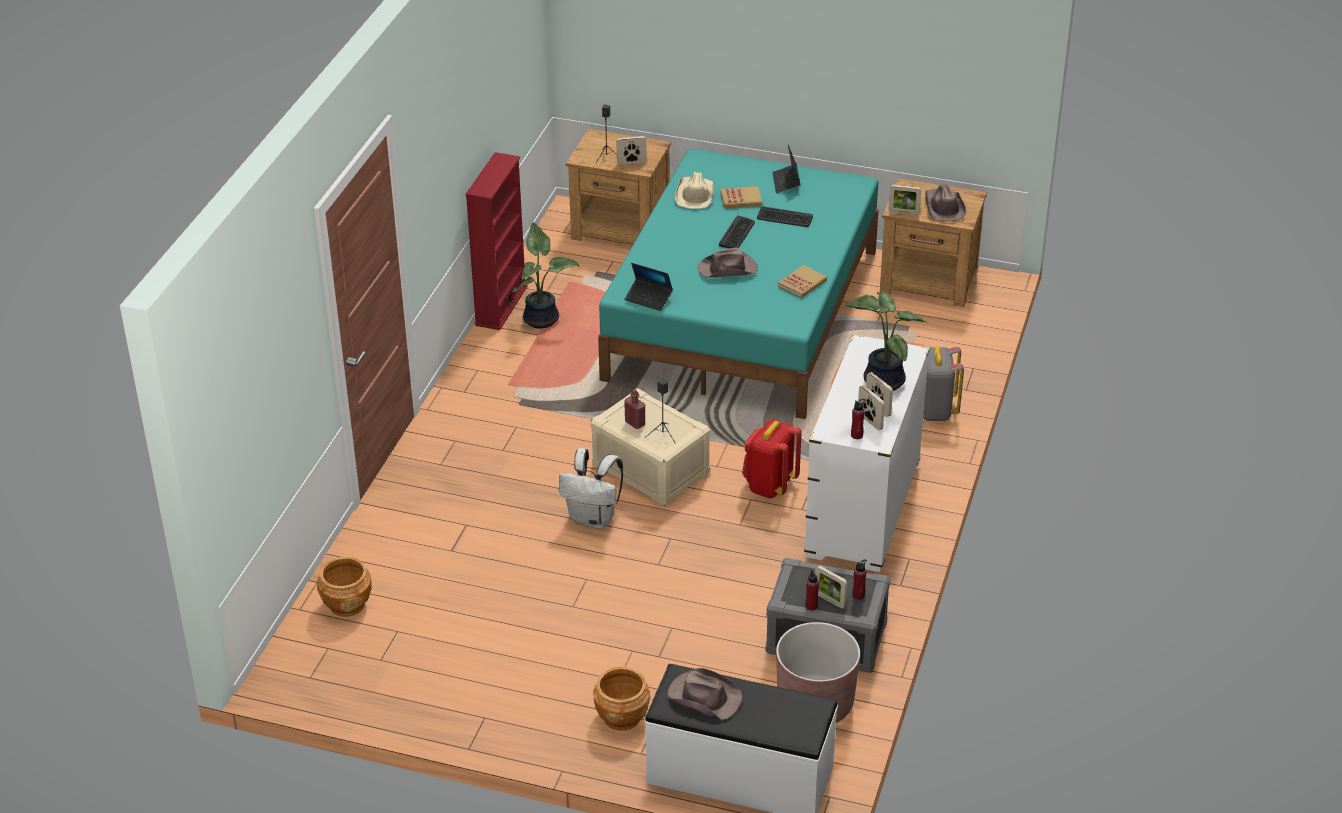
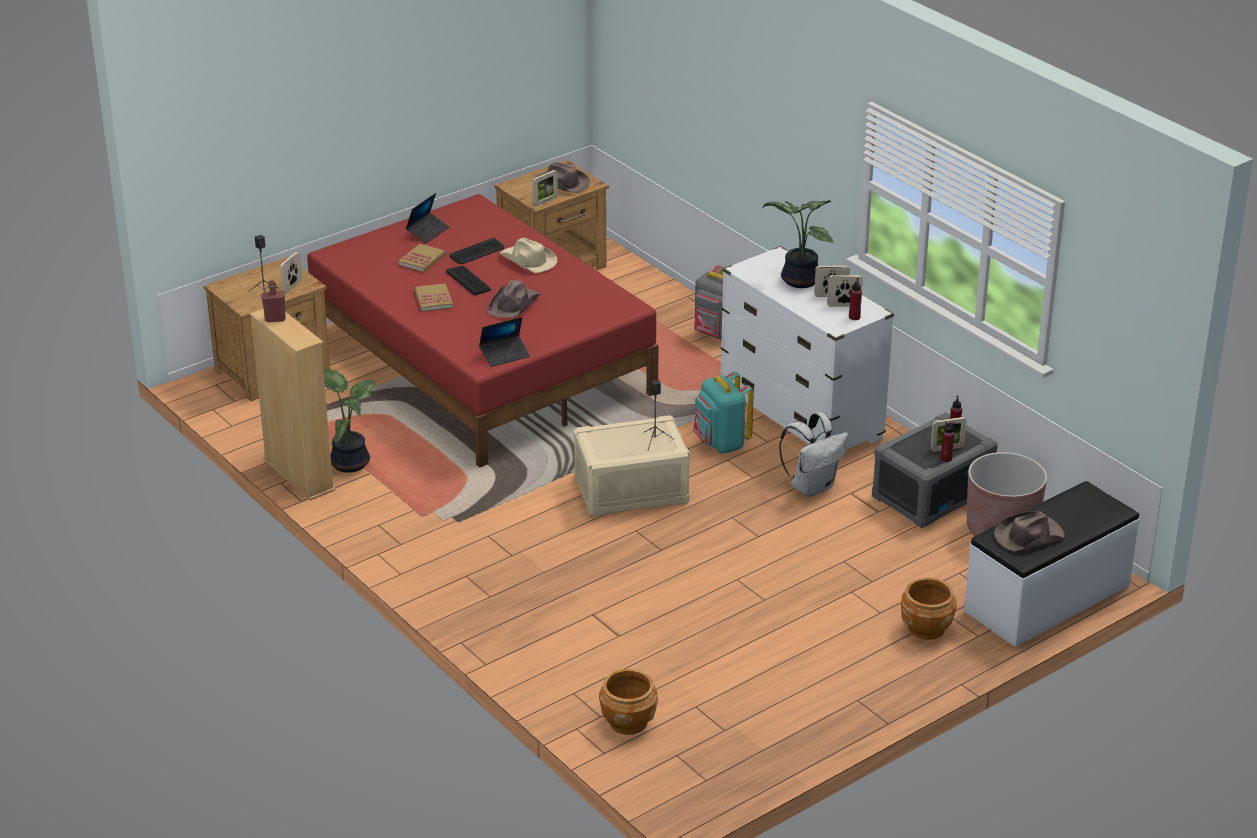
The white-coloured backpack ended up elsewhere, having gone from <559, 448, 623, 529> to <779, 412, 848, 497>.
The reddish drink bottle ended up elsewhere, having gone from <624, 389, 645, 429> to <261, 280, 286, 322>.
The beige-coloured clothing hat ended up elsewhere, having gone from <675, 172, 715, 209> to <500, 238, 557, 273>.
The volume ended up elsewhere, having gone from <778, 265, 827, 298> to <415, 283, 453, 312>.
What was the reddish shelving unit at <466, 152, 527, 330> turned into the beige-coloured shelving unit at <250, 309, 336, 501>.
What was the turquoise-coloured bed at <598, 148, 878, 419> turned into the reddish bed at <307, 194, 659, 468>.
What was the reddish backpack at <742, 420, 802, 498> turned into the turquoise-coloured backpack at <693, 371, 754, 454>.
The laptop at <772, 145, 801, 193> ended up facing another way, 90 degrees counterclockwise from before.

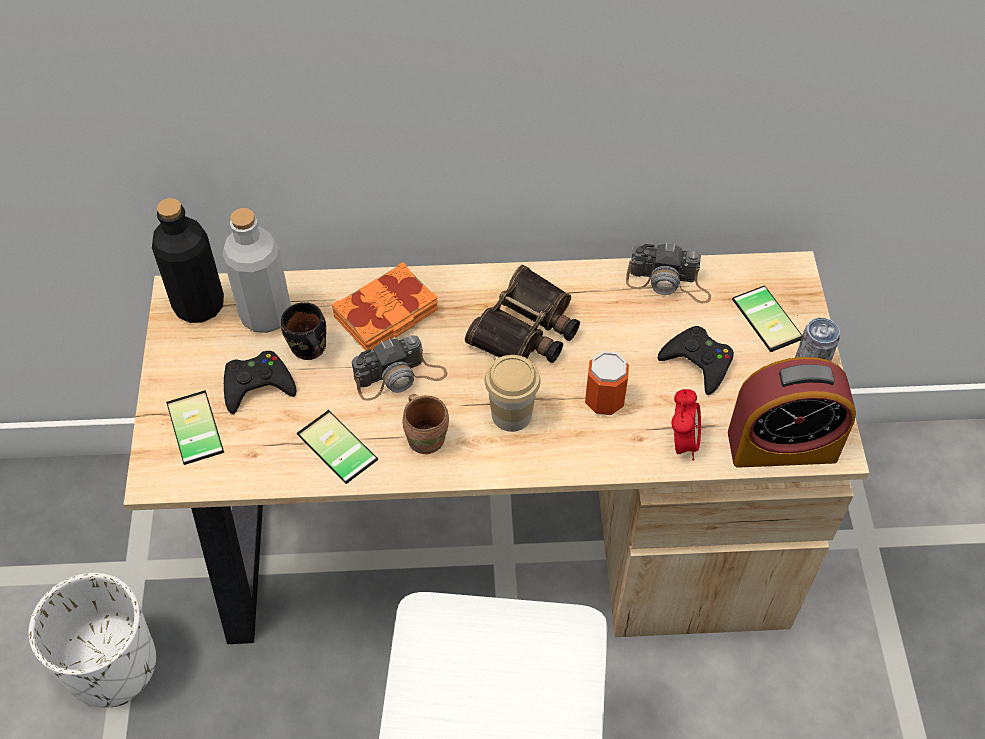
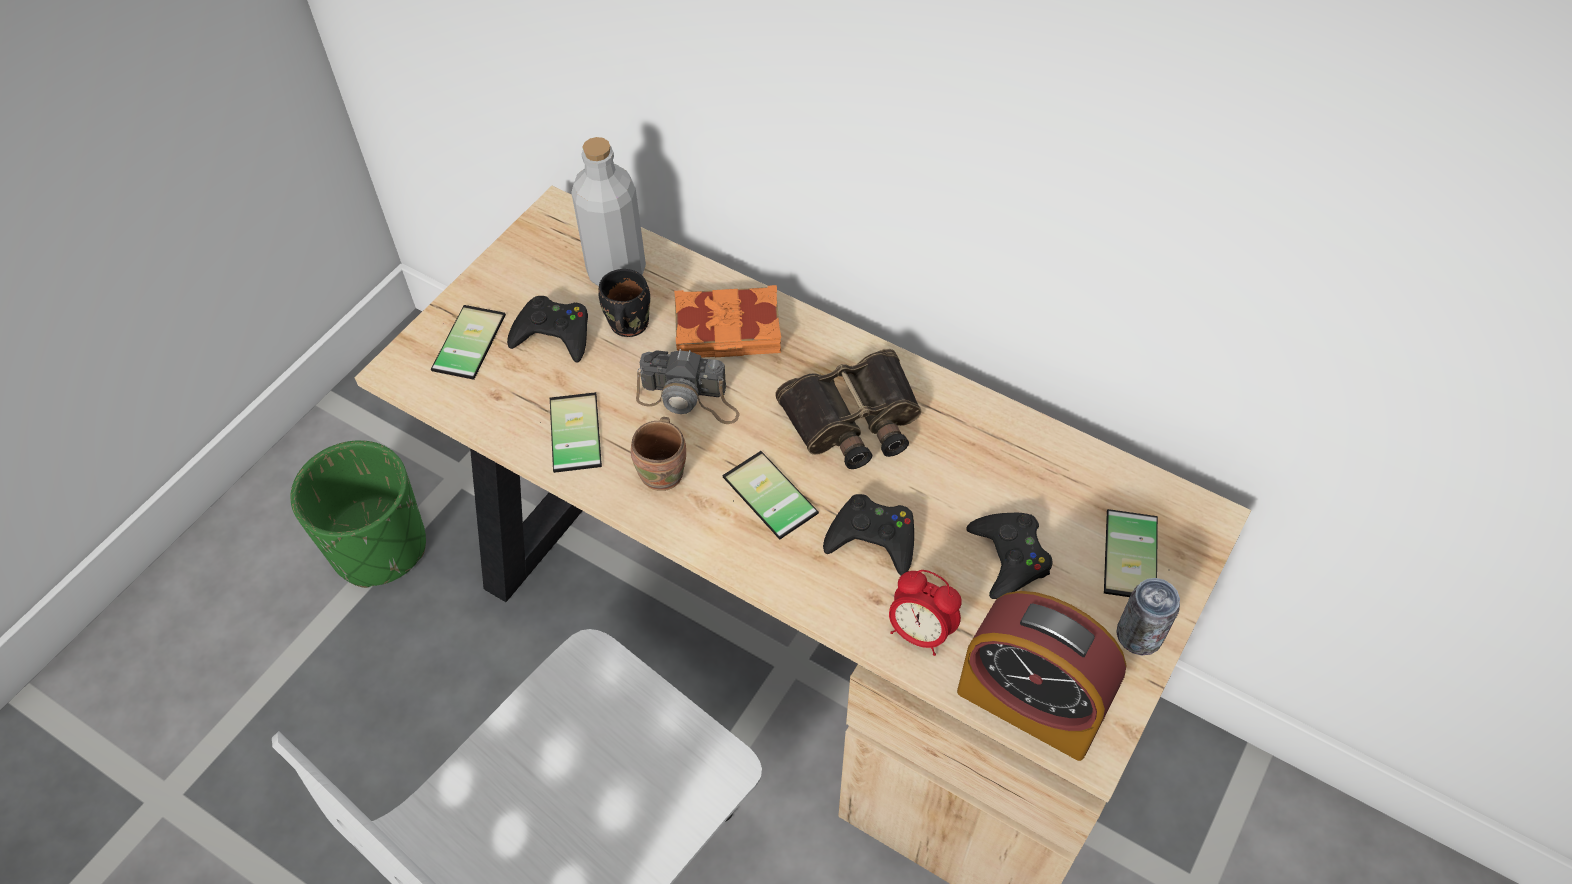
The second view lost the black-coloured drink bottle at <152, 198, 224, 323>.
The second view lost the photo camera at <626, 243, 711, 304>.
Where the small cup stood at <484, 355, 541, 432>, the telephone came to stand at <723, 451, 819, 540>.
Where the sealed can stood at <585, 351, 629, 415>, the black-coloured joypad came to stand at <823, 494, 914, 576>.
What was the white-coloured plant pot at <29, 573, 156, 707> turned into the green-coloured plant pot at <290, 440, 426, 588>.
The alarm clock at <672, 389, 701, 461> ended up facing another way, 75 degrees clockwise from before.

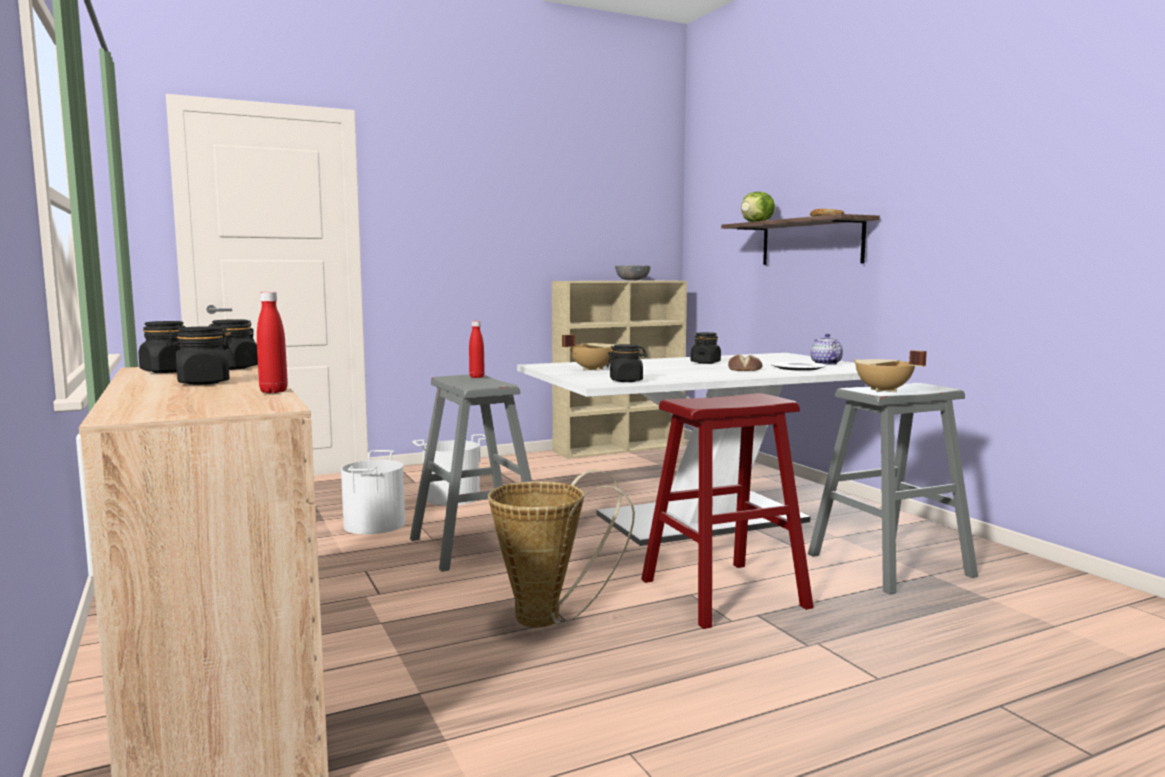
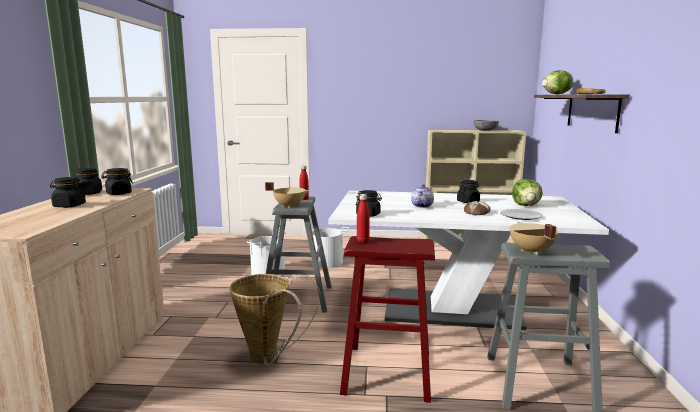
The second view gained the lettuce head at <512, 179, 543, 206>.
The reddish drink bottle ended up elsewhere, having gone from <257, 291, 288, 393> to <357, 194, 370, 243>.
The beige-coloured saucepot ended up elsewhere, having gone from <562, 334, 617, 371> to <265, 182, 310, 208>.
The tea pot ended up elsewhere, having gone from <810, 334, 843, 365> to <411, 184, 434, 208>.

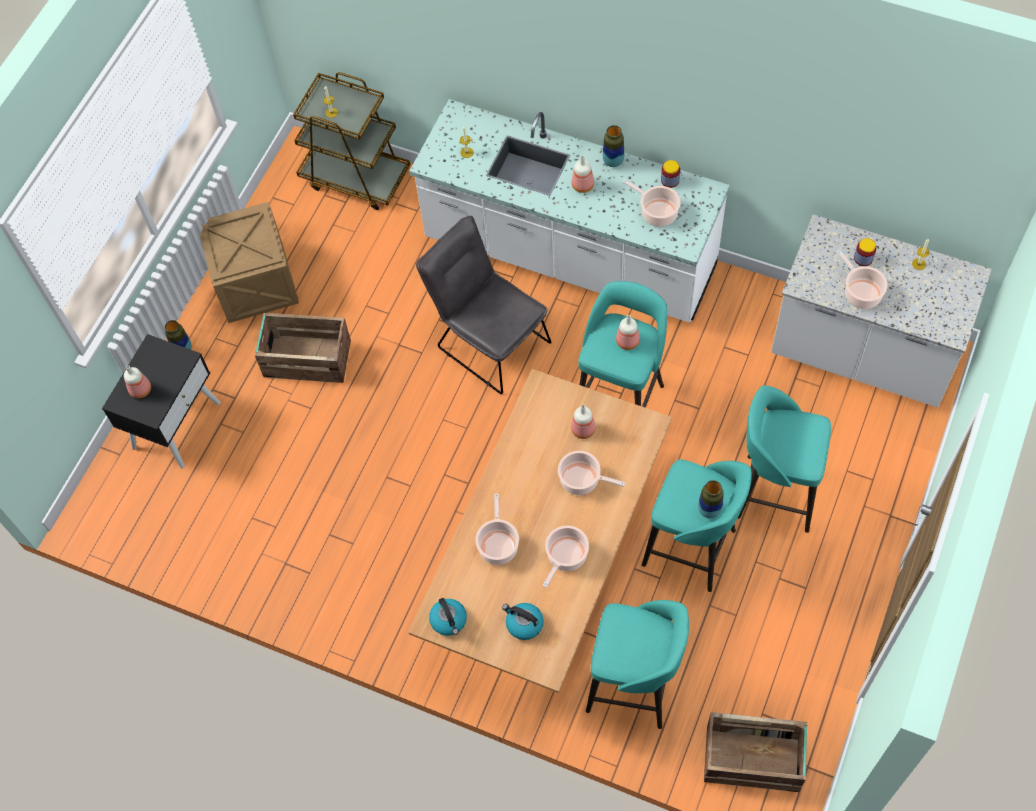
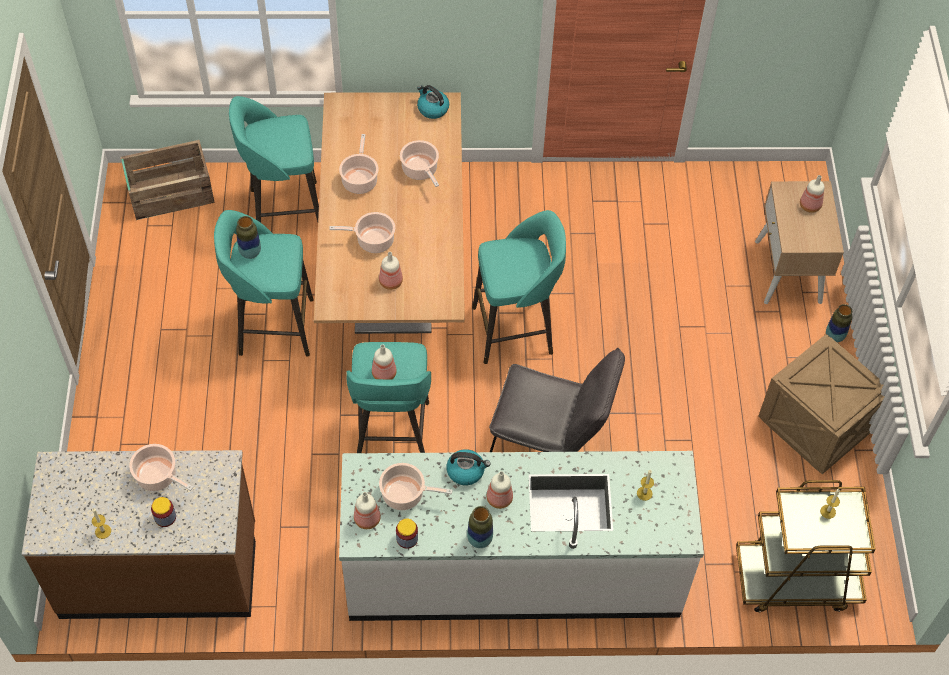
The second view lost the crate at <255, 313, 351, 383>.
The second view gained the drink bottle at <354, 492, 381, 529>.
The tea kettle ended up elsewhere, having gone from <502, 603, 544, 640> to <446, 449, 491, 485>.
The turquoise-coloured stool seat ended up elsewhere, having gone from <738, 385, 831, 533> to <472, 210, 566, 364>.
What was the black-coloured nightstand at <102, 334, 221, 468> turned into the beige-coloured nightstand at <755, 181, 844, 304>.
What was the white-coloured kitchen counter at <771, 214, 992, 408> turned into the brown kitchen counter at <22, 450, 256, 619>.

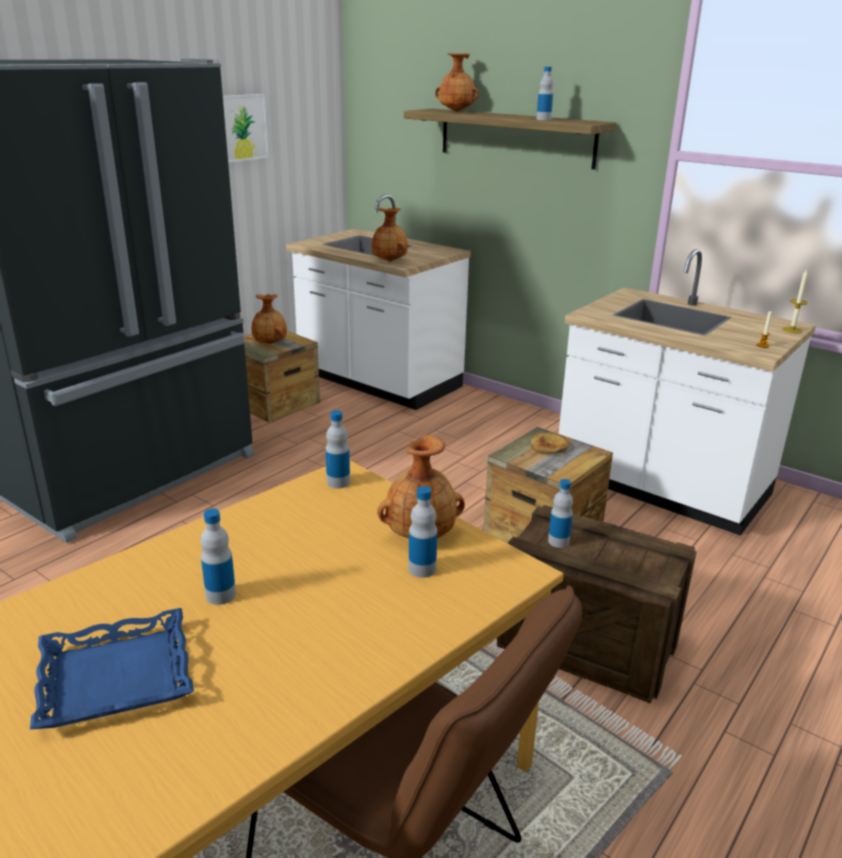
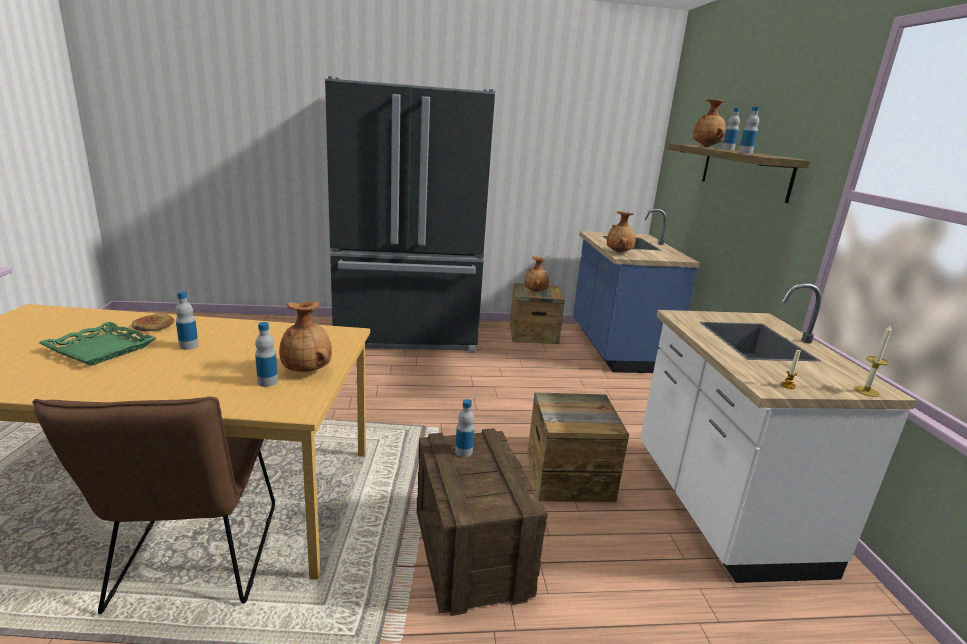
The second view lost the wall art at <223, 94, 269, 163>.
The drink bottle ended up elsewhere, having gone from <326, 410, 350, 489> to <722, 108, 740, 150>.
The bread ended up elsewhere, having gone from <530, 433, 569, 454> to <132, 314, 174, 331>.
What was the blue carrying tray at <30, 608, 194, 729> turned into the green-coloured carrying tray at <39, 322, 156, 366>.
What was the white-coloured kitchen counter at <286, 194, 471, 410> turned into the blue kitchen counter at <573, 209, 700, 373>.

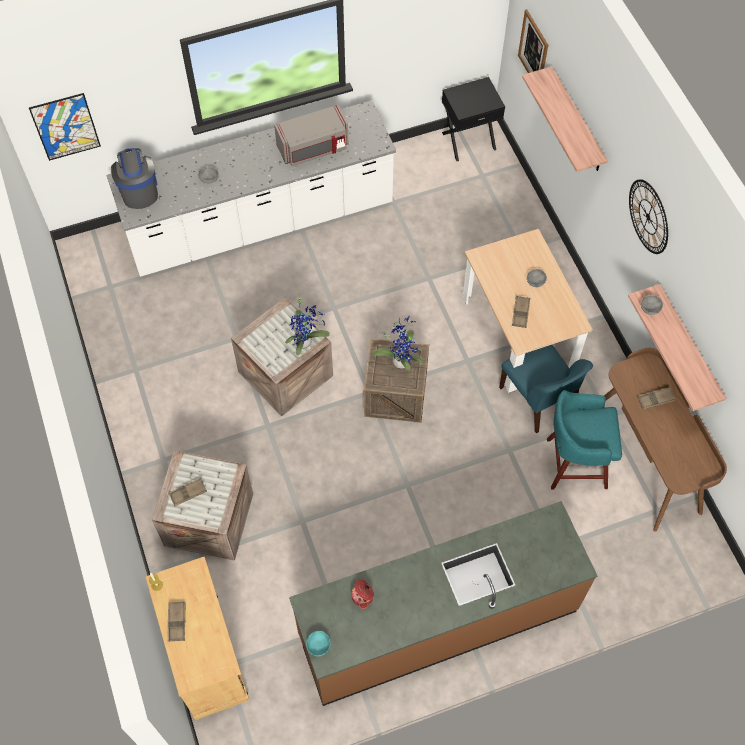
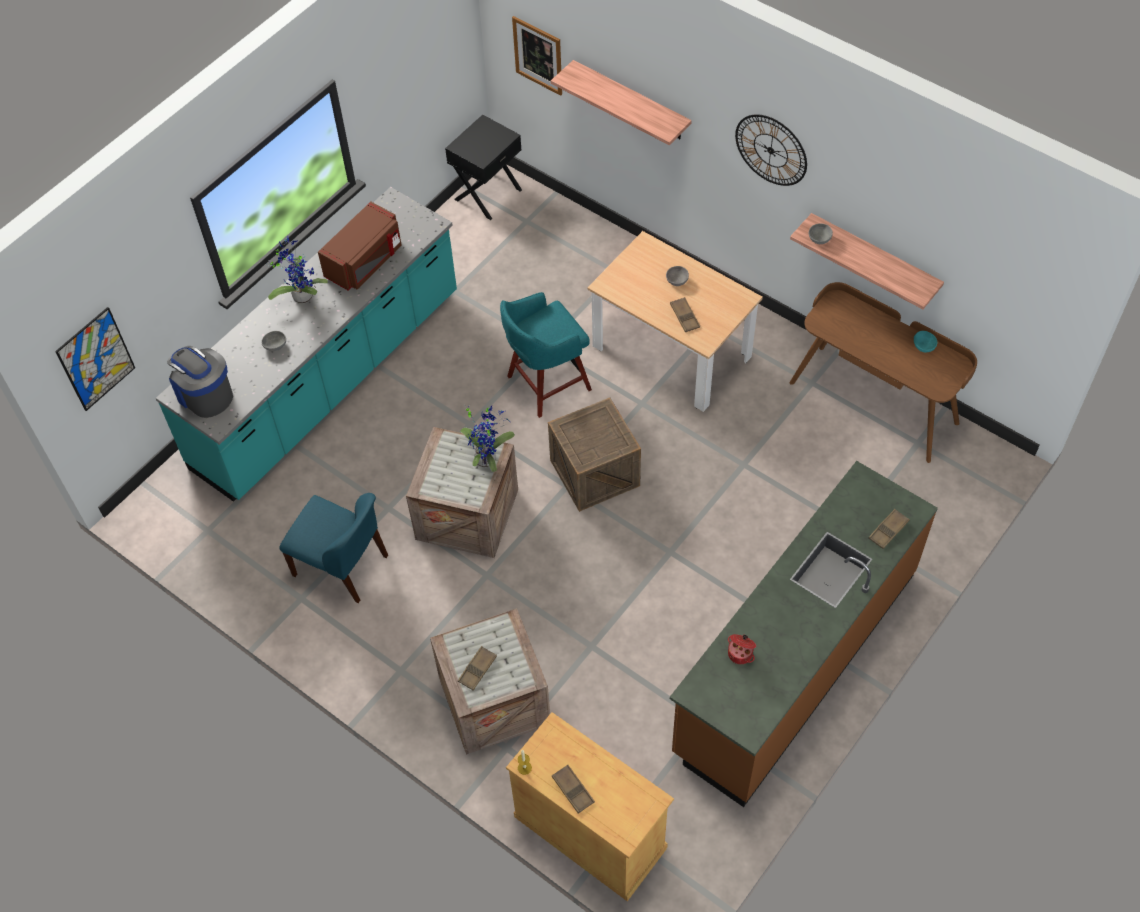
The turquoise-coloured bowl ended up elsewhere, having gone from <306, 631, 330, 656> to <914, 331, 937, 352>.
The houseplant ended up elsewhere, having gone from <373, 315, 425, 370> to <266, 237, 328, 304>.
The blue upright chair ended up elsewhere, having gone from <499, 345, 593, 434> to <279, 493, 388, 603>.
The turquoise-coloured stool seat ended up elsewhere, having gone from <547, 390, 622, 489> to <500, 292, 592, 418>.
The brown carrying tray ended up elsewhere, having gone from <638, 387, 676, 410> to <869, 509, 910, 549>.
What was the white-coloured kitchen counter at <106, 100, 396, 277> turned into the turquoise-coloured kitchen counter at <156, 187, 457, 502>.
What was the gray microwave at <274, 105, 349, 166> turned into the brown microwave at <318, 201, 401, 290>.

